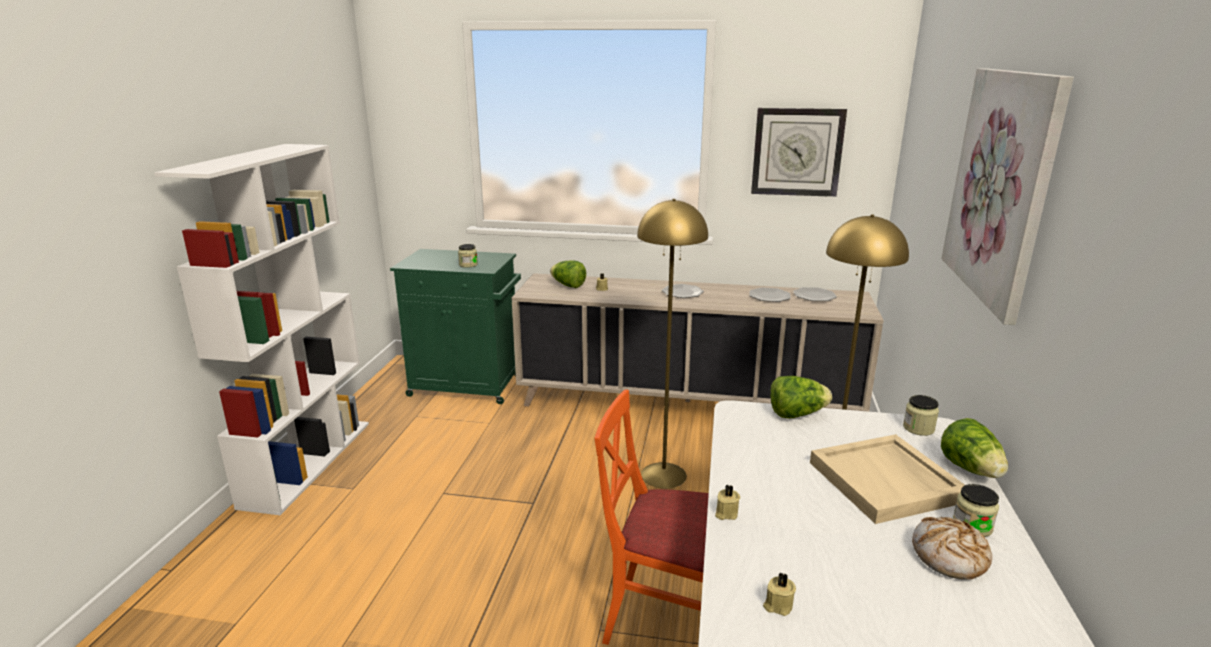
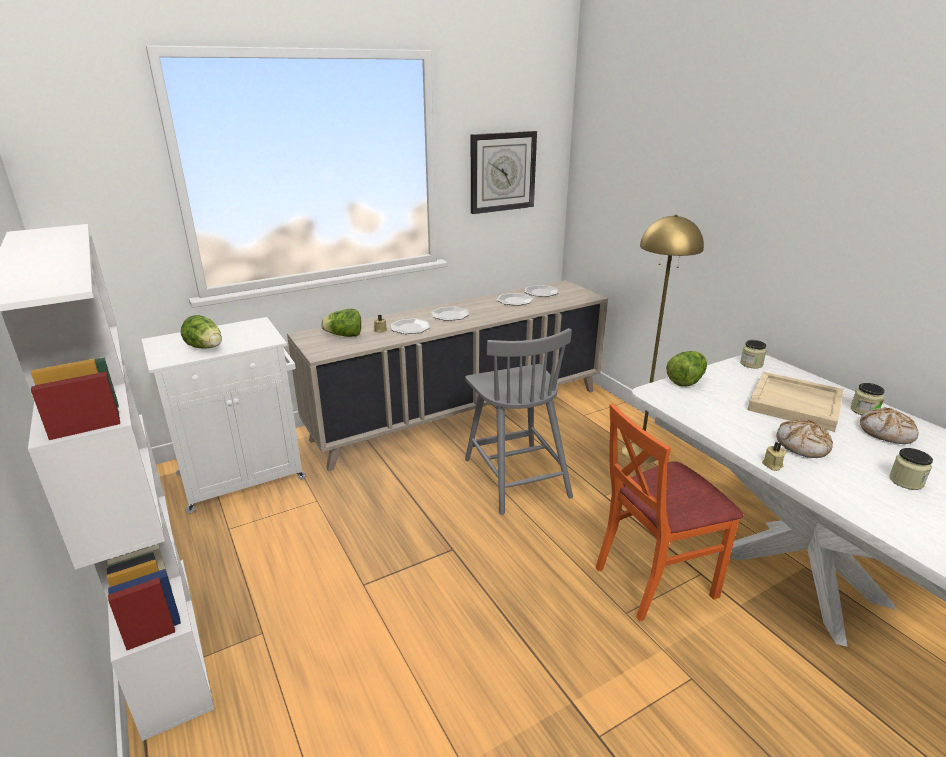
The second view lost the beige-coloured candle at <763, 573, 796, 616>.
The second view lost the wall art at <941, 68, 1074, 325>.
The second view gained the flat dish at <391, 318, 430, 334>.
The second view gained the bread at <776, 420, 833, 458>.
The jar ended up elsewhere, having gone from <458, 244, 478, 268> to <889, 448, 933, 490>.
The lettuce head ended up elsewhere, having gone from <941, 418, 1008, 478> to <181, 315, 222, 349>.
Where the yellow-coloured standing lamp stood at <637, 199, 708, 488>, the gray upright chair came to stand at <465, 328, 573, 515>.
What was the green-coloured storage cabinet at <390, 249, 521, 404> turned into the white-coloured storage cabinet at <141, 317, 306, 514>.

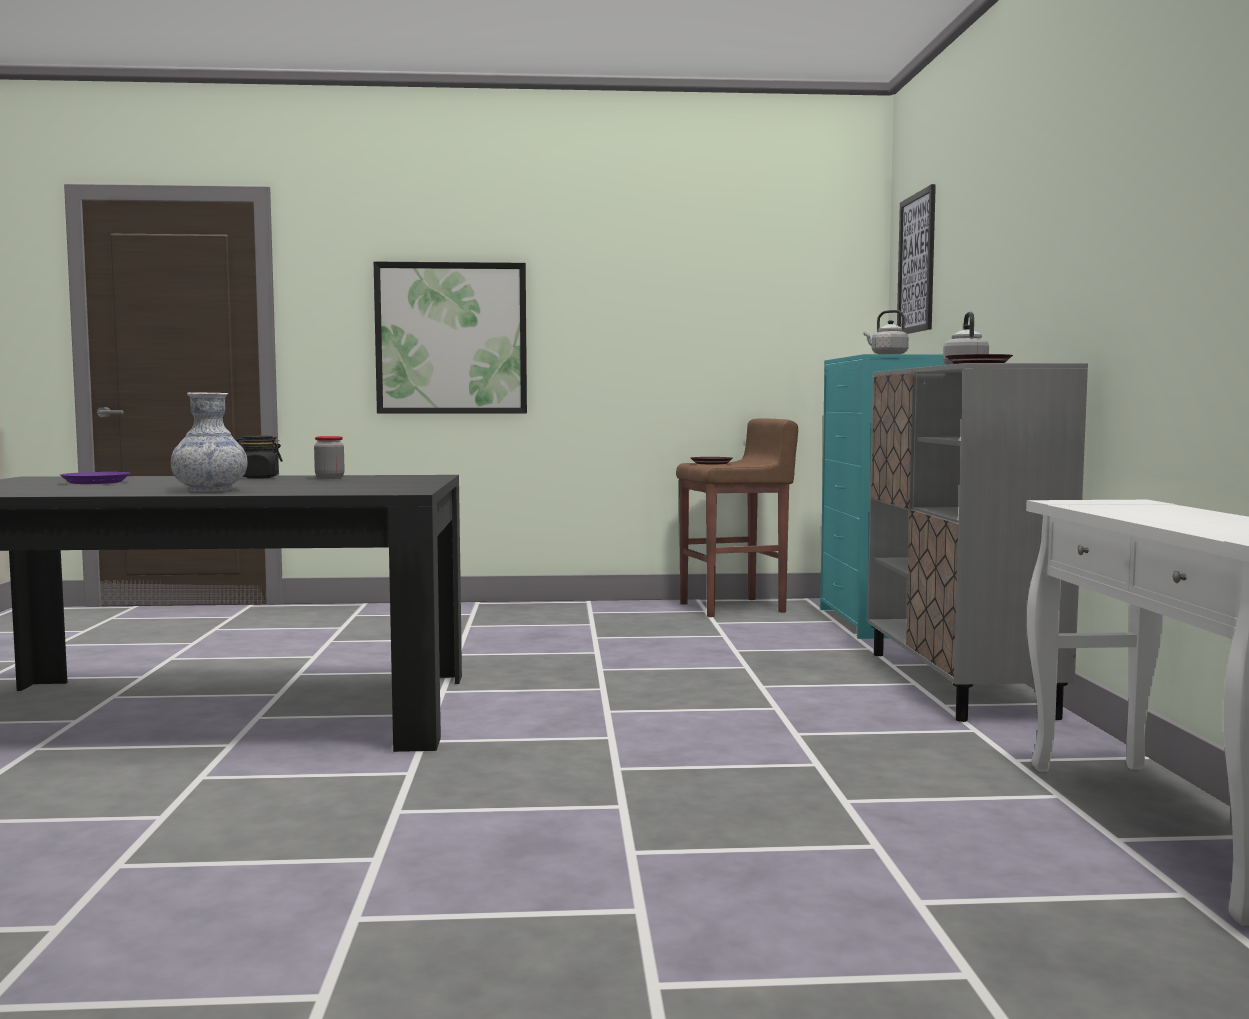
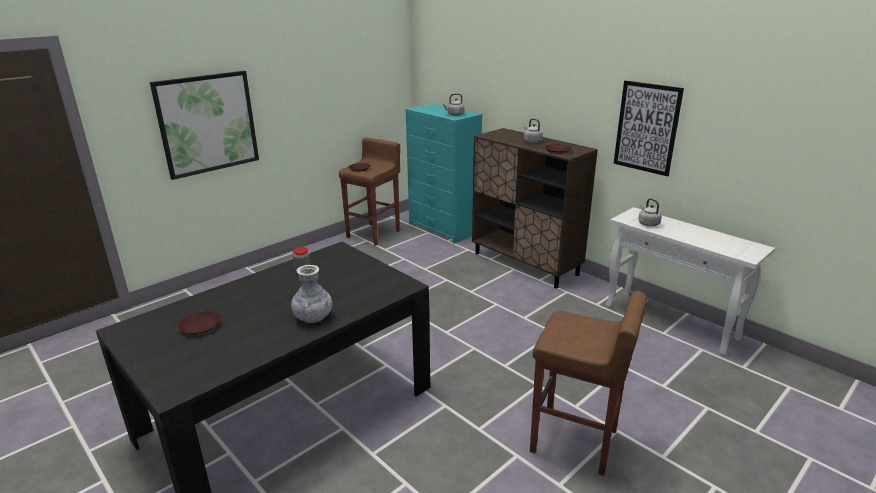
The second view lost the black-coloured jar at <237, 436, 283, 479>.
The second view gained the brown stool seat at <530, 291, 647, 476>.
The second view gained the gray tea kettle at <638, 198, 662, 227>.
The wall art ended up elsewhere, having gone from <897, 184, 936, 334> to <614, 80, 684, 176>.
What was the purple flat dish at <60, 472, 130, 484> turned into the brown flat dish at <178, 311, 220, 335>.
What was the gray storage cabinet at <867, 363, 1088, 722> turned into the brown storage cabinet at <472, 128, 598, 289>.

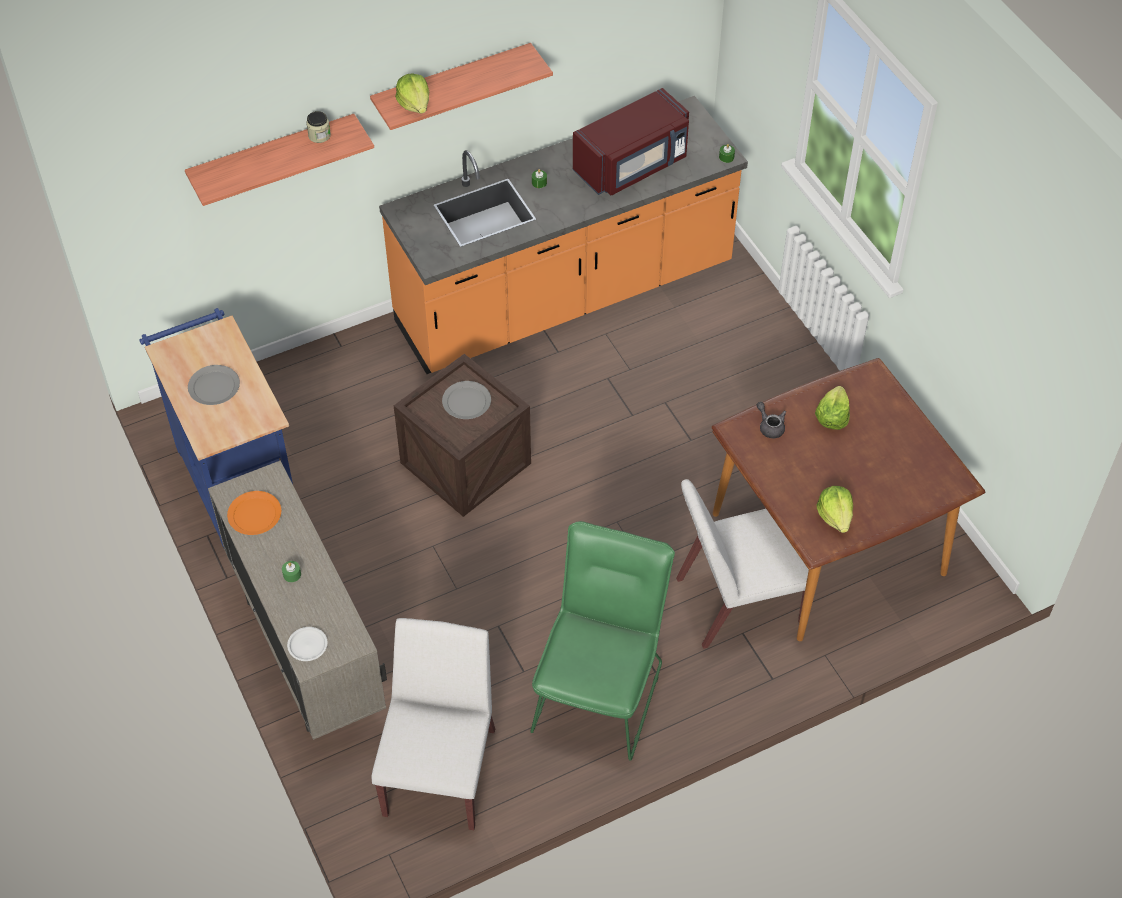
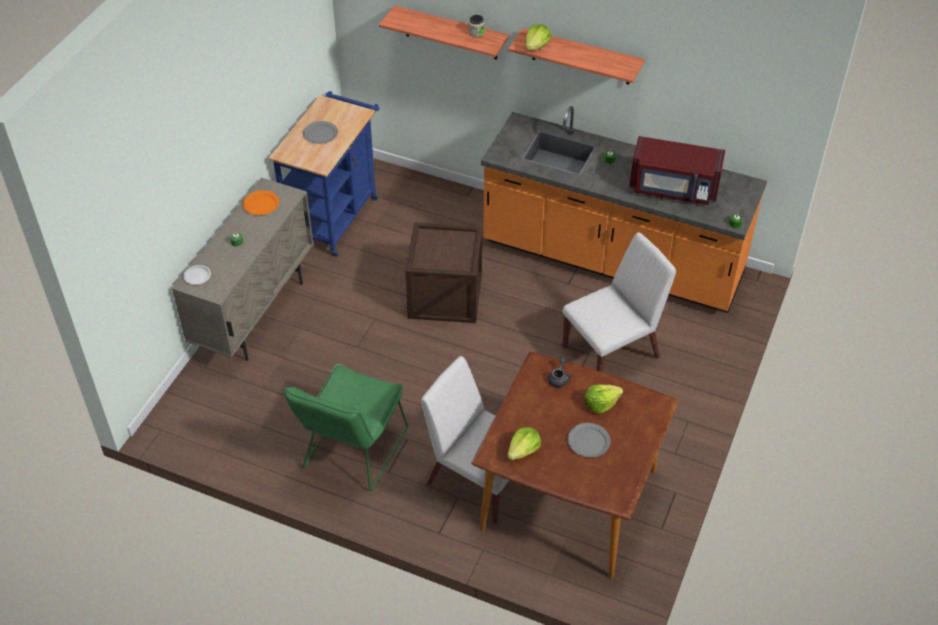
The white-coloured upright chair ended up elsewhere, having gone from <372, 618, 495, 830> to <562, 232, 676, 372>.
The gray flat dish ended up elsewhere, having gone from <442, 381, 491, 419> to <568, 423, 611, 457>.
The green-coloured upright chair at <530, 521, 675, 761> ended up facing another way, 135 degrees clockwise from before.

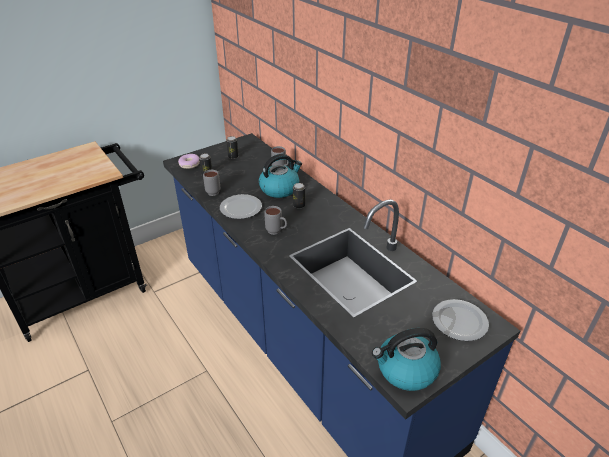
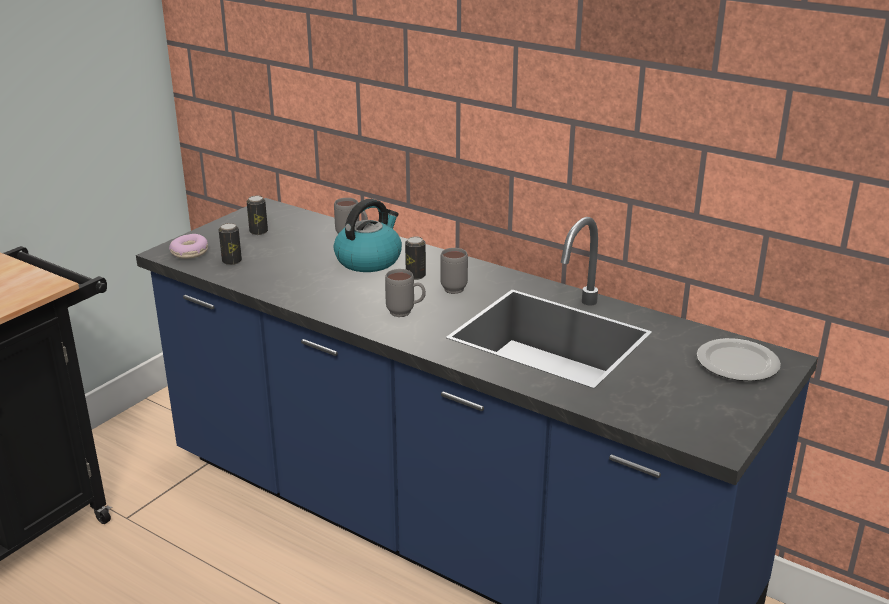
The second view lost the flat dish at <220, 194, 262, 219>.
The second view lost the tea kettle at <372, 328, 441, 391>.
The gray coffee mug ended up elsewhere, having gone from <203, 170, 220, 196> to <440, 248, 468, 294>.

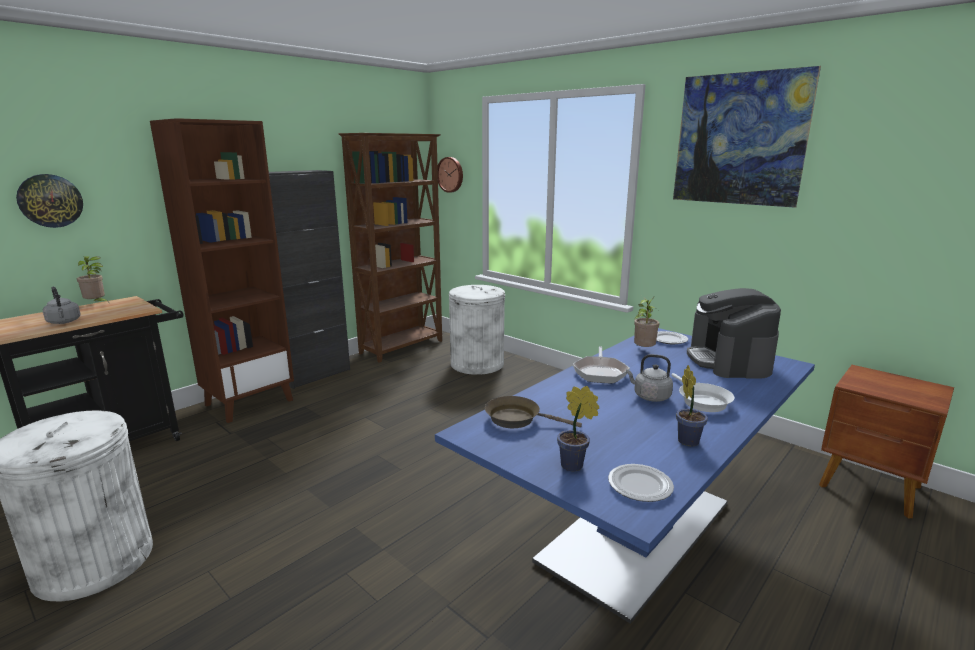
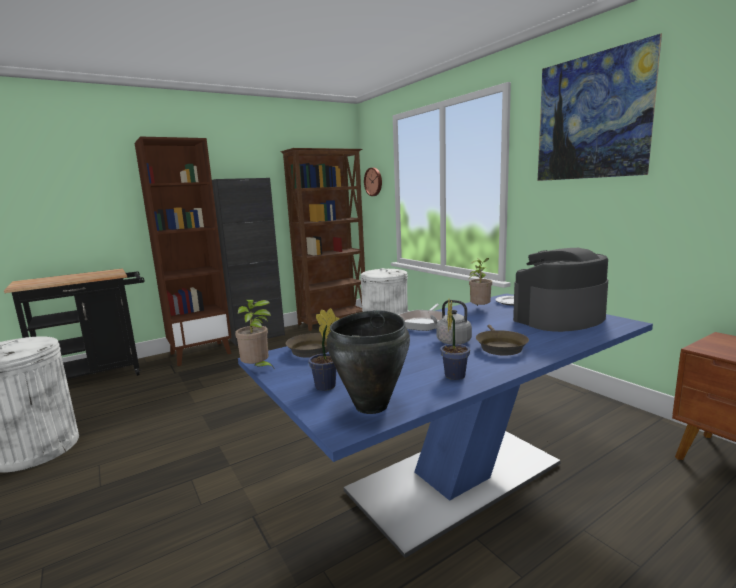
The second view lost the hanging clock at <16, 174, 83, 228>.
The second view lost the gray tea kettle at <43, 287, 80, 324>.
The houseplant ended up elsewhere, having gone from <77, 256, 109, 302> to <235, 300, 274, 368>.
Where the flat dish stood at <608, 464, 674, 502>, the black-coloured saucepot came to stand at <327, 310, 410, 414>.
What was the white-coloured frying pan at <672, 373, 735, 412> turned into the brown frying pan at <476, 324, 529, 355>.
The coffee machine at <687, 288, 781, 379> ended up facing another way, 45 degrees clockwise from before.

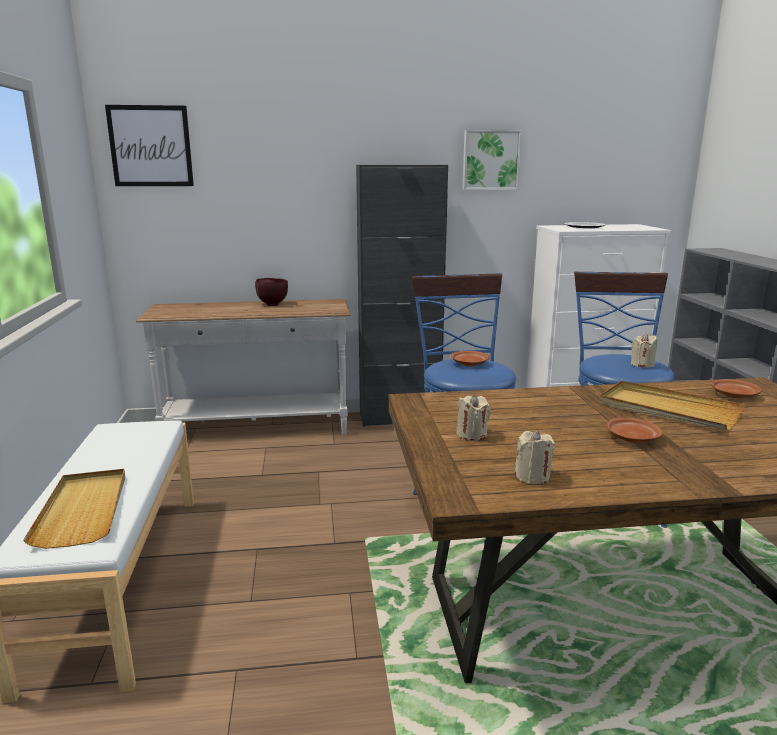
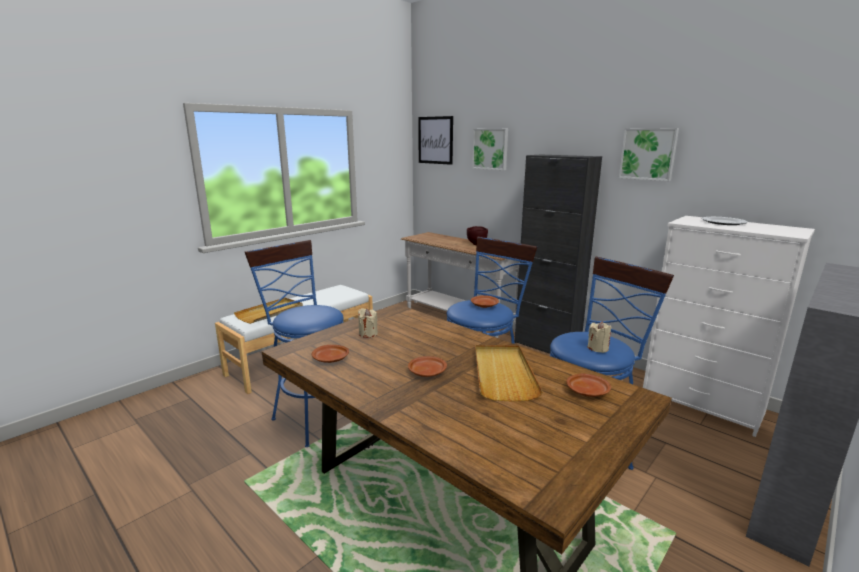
The second view gained the blue stool seat at <245, 240, 344, 447>.
The second view gained the wall art at <472, 129, 508, 170>.
Where the beige-coloured candle stood at <514, 430, 555, 484>, the brown flat dish came to stand at <312, 345, 349, 363>.

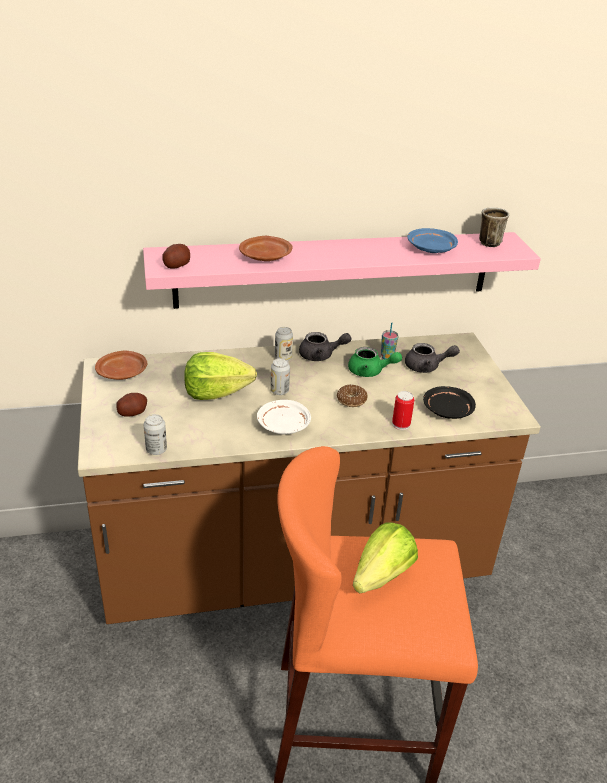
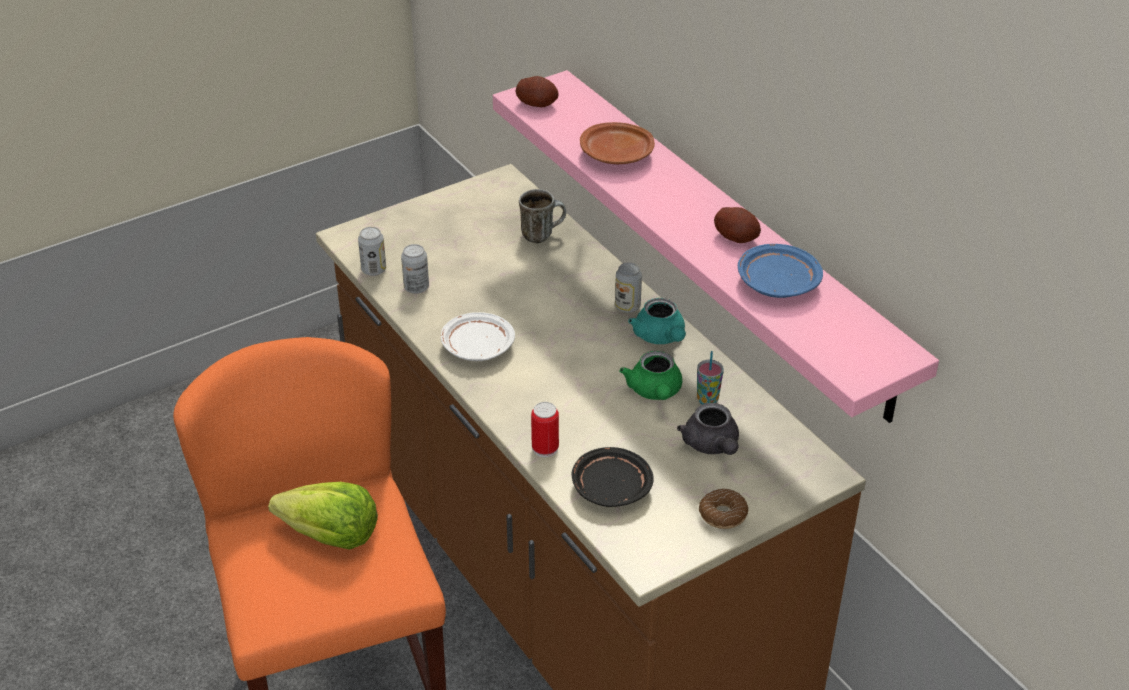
The second view lost the brown flat dish at <95, 350, 147, 380>.
The second view lost the lettuce head at <184, 352, 257, 400>.
The spud ended up elsewhere, having gone from <116, 393, 147, 417> to <714, 207, 761, 243>.
The sealed can ended up elsewhere, having gone from <271, 358, 290, 395> to <401, 244, 429, 294>.
The ring doughnut ended up elsewhere, having gone from <337, 384, 368, 407> to <699, 489, 748, 529>.
The coffee mug ended up elsewhere, having gone from <479, 207, 509, 247> to <519, 189, 566, 243>.
What was the gray tea pot at <299, 332, 352, 361> turned into the turquoise-coloured tea pot at <628, 298, 686, 344>.

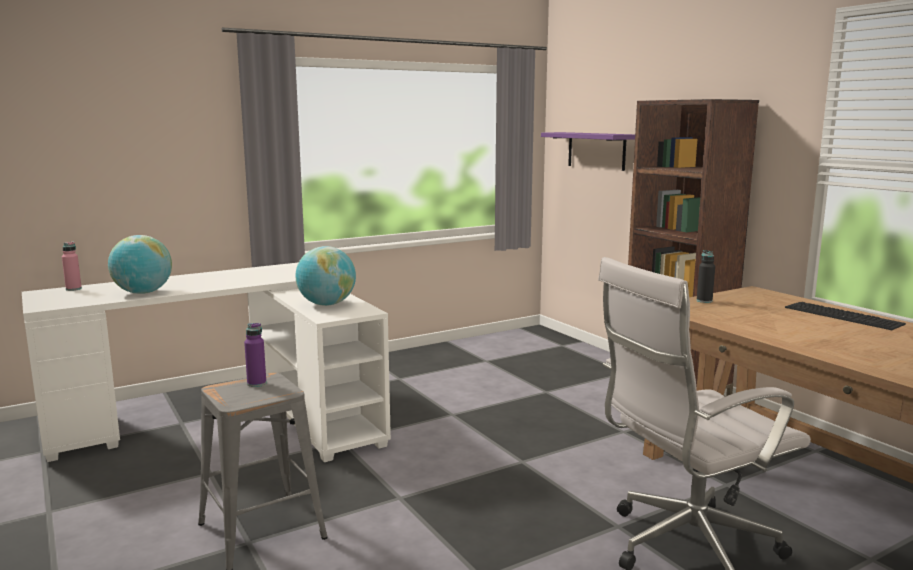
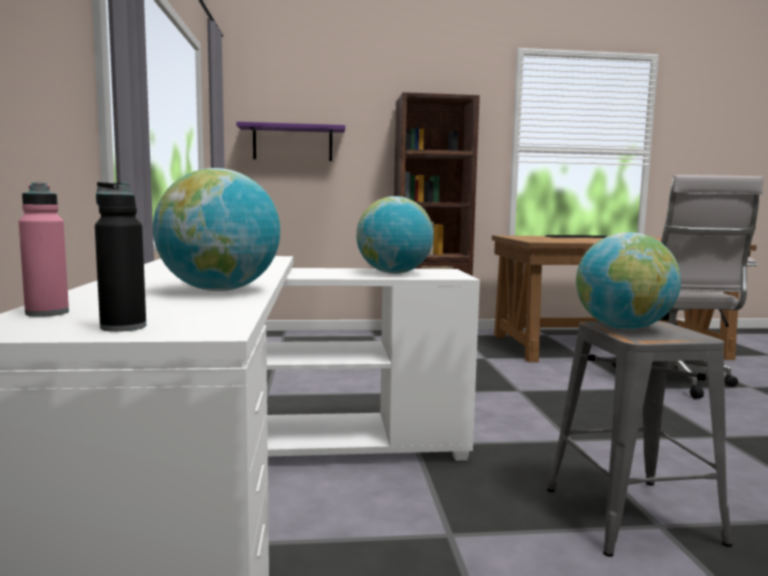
The black-coloured drink bottle ended up elsewhere, having gone from <697, 250, 715, 303> to <95, 182, 146, 332>.
Where the purple drink bottle stood at <244, 323, 266, 387>, the world globe came to stand at <576, 232, 681, 329>.

